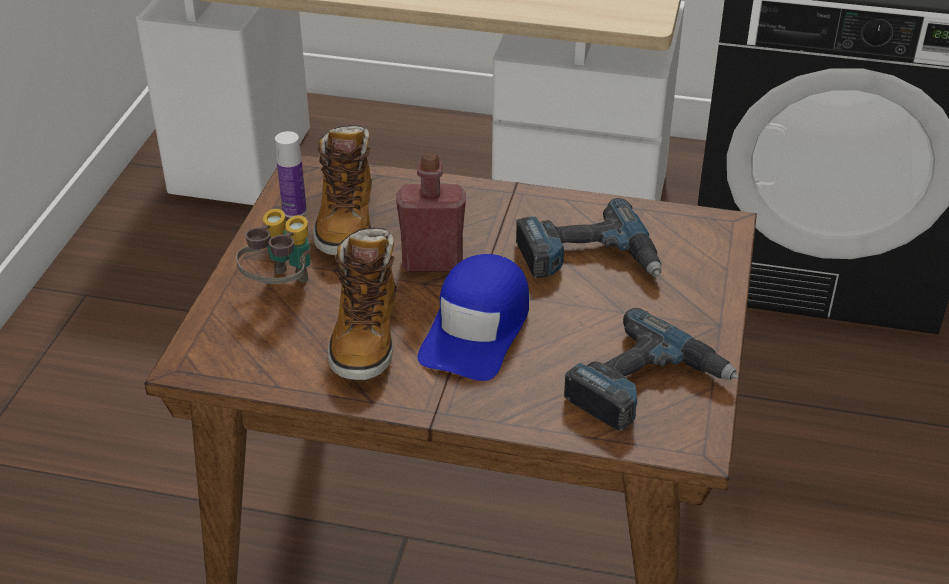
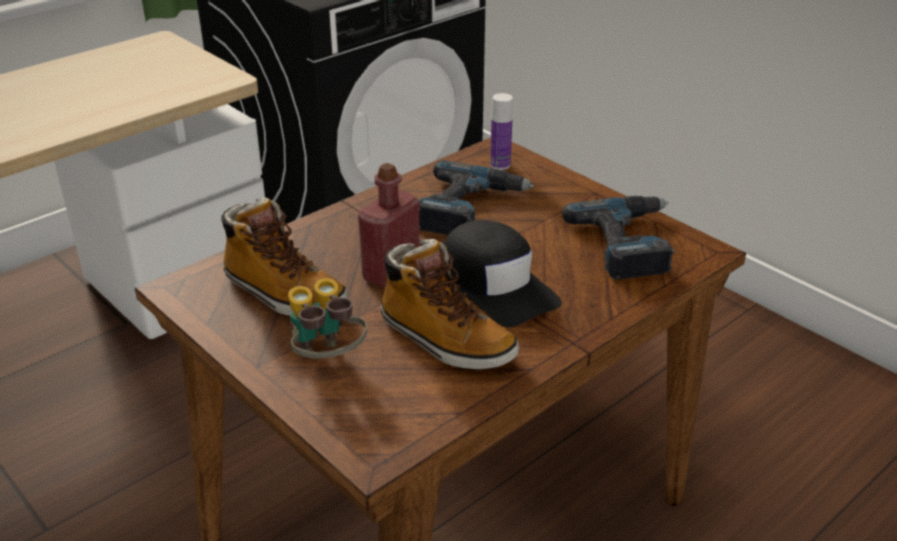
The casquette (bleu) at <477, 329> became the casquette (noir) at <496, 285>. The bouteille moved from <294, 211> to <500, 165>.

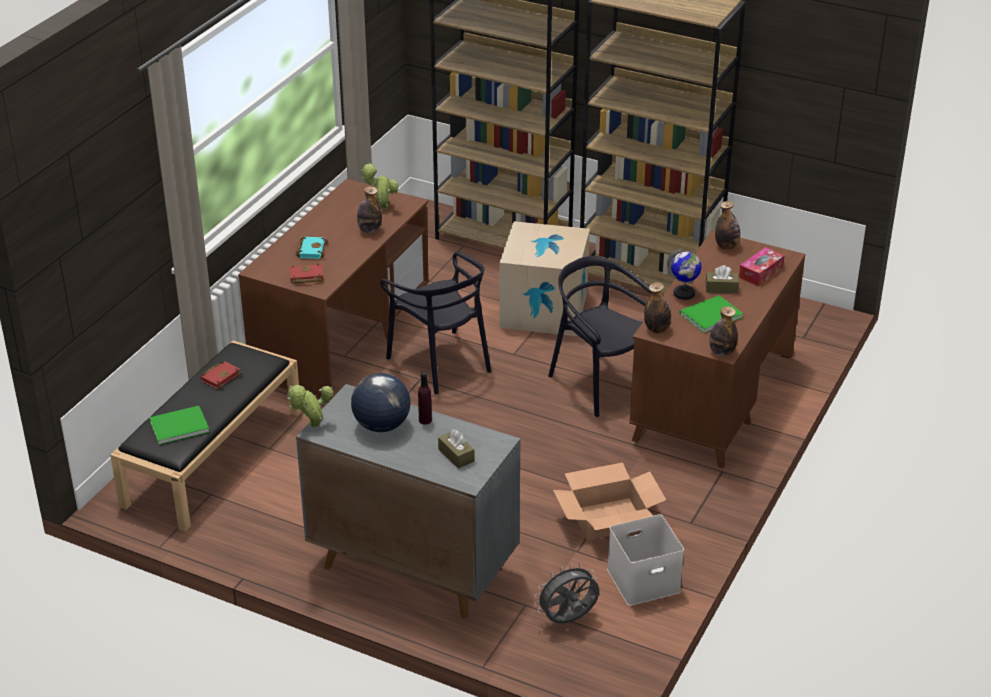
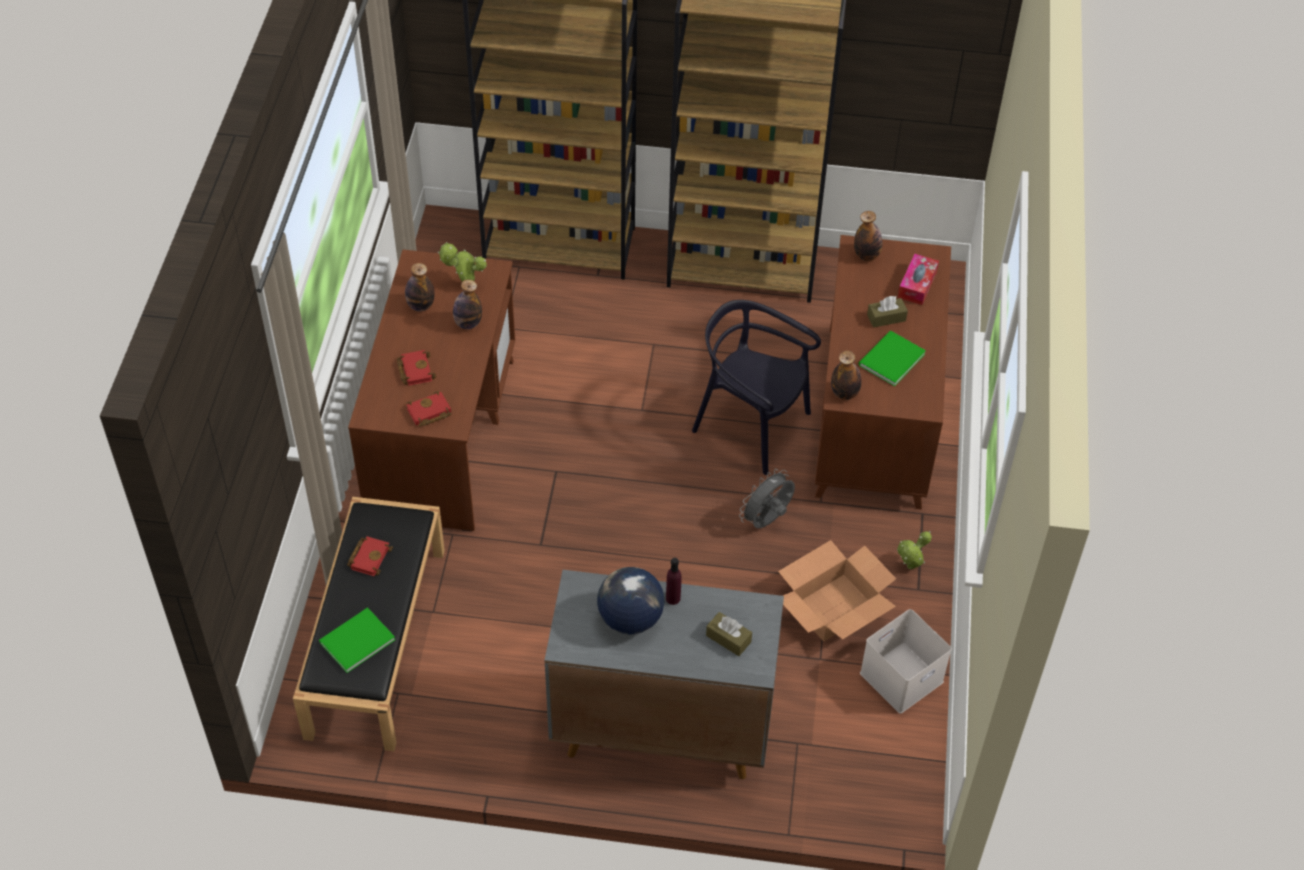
The livre (turquoise) at <310, 250> became the livre (rouge) at <414, 370>. The bouteille moved from <722, 352> to <420, 305>. The ventilateur (gris) moved from <568, 620> to <767, 521>. The plante en pot moved from <312, 427> to <909, 568>. The chaise (noir) at <440, 362> disappeared. The carton at <544, 310> disappeared. The globe at <684, 293> disappeared.

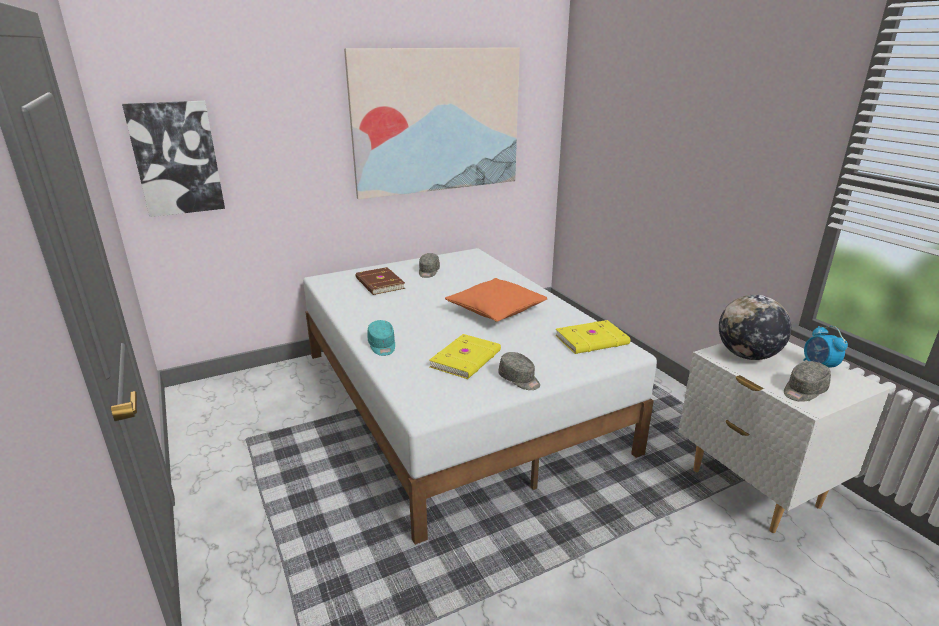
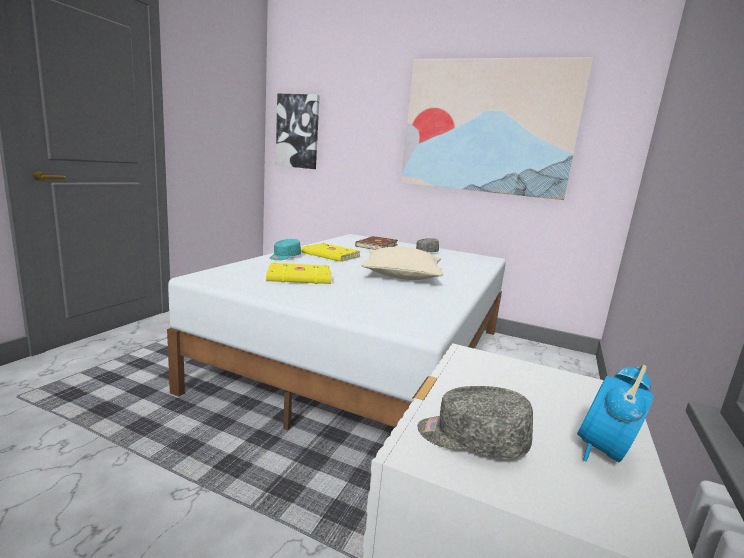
The livre (jaune) moved from <592, 340> to <330, 255>. The coussin (orange) at <496, 310> became the coussin (beige) at <402, 275>. The casquette (gris) at <519, 379> disappeared. The globe at <747, 355> disappeared.

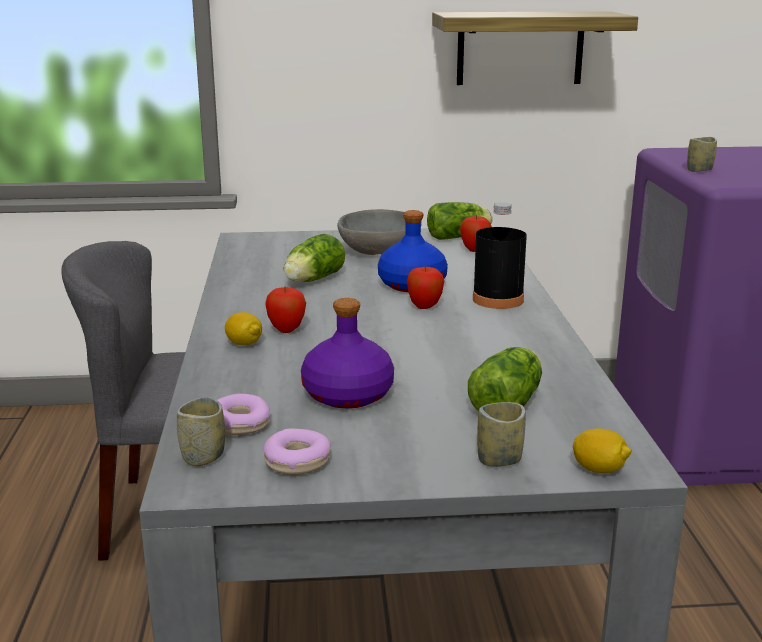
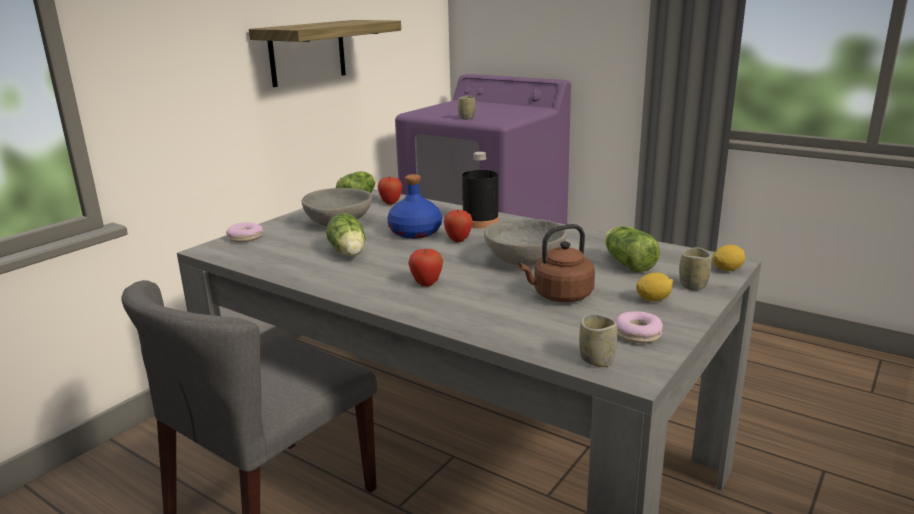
The beignet moved from <239, 424> to <245, 238>. The bol (gris) at <524, 260> appeared. The bouteille (violet) at <346, 395> was replaced by the bouilloire (marron) at <559, 296>. The citron moved from <244, 343> to <653, 299>.

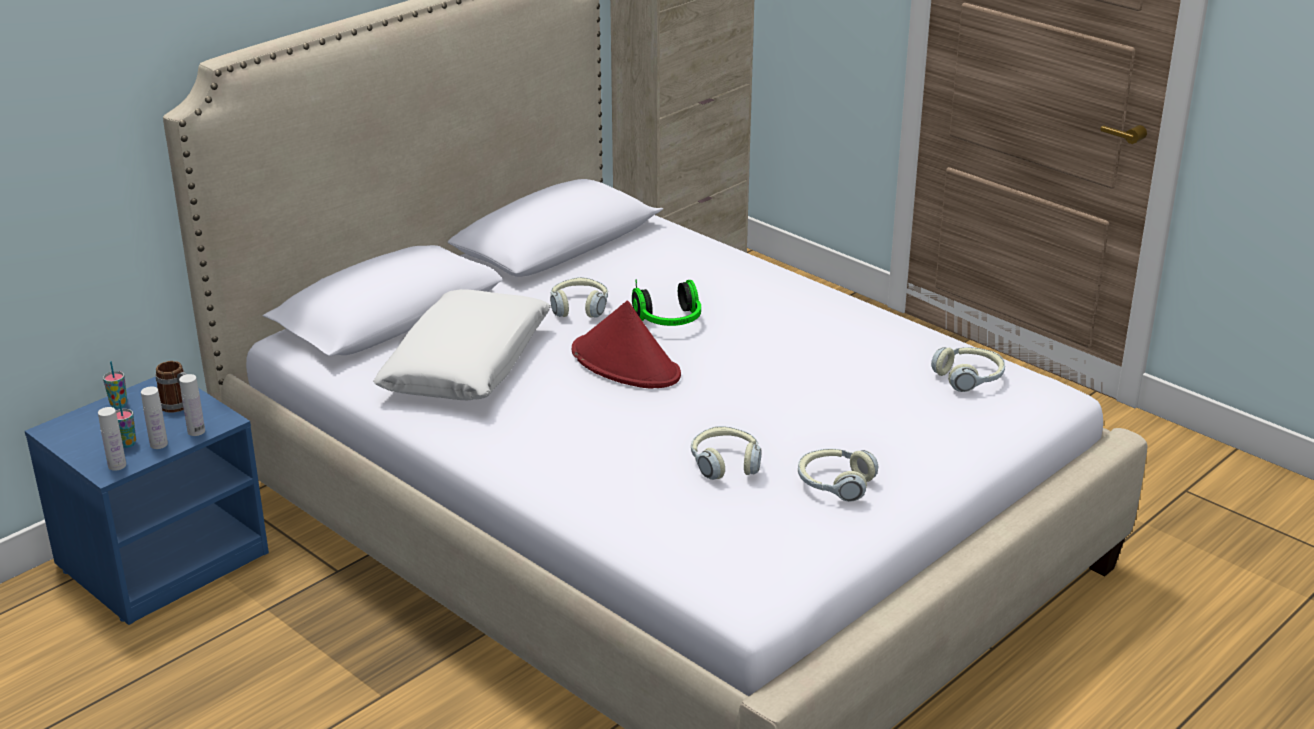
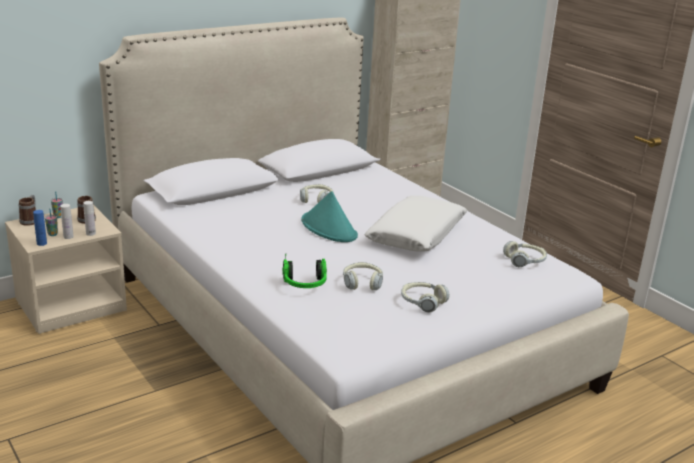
The table de chevet (bleu) at <163, 558> became the table de chevet (beige) at <71, 305>. The mug at <30, 220> appeared. The bouteille (blanc) at <117, 465> became the bouteille (bleu) at <42, 243>. The casque audio moved from <670, 322> to <305, 285>. The chapeau (rouge) at <626, 364> became the chapeau (turquoise) at <329, 228>. The coussin (blanc) moved from <467, 364> to <417, 235>.

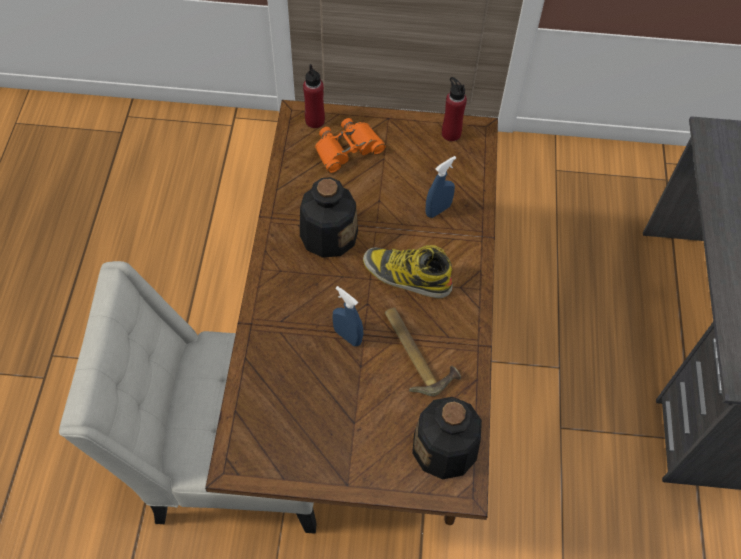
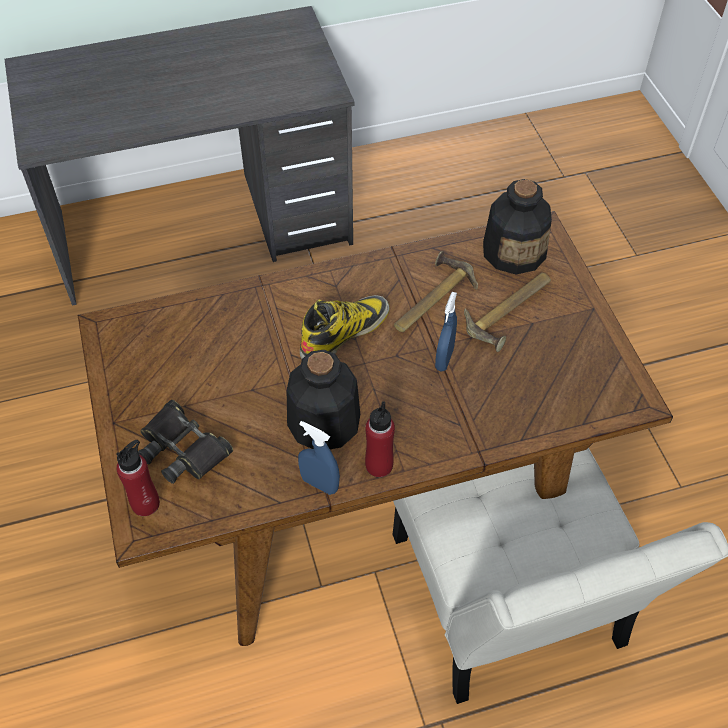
The jumelles (orange) at <347, 149> became the jumelles (noir) at <183, 448>. The vaporisateur (bleu) moved from <438, 210> to <319, 484>. The botte at <406, 276> turned 135 degrees counterclockwise. The bouteille (rouge) moved from <451, 133> to <379, 465>. The marteau at <512, 312> appeared.

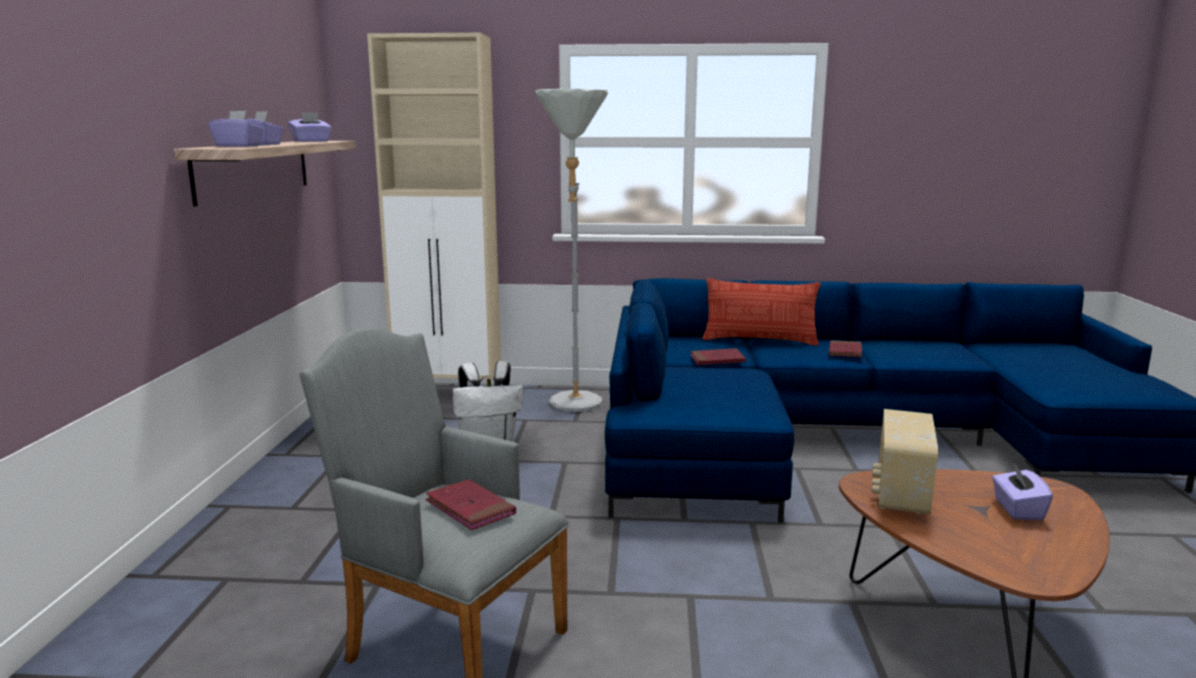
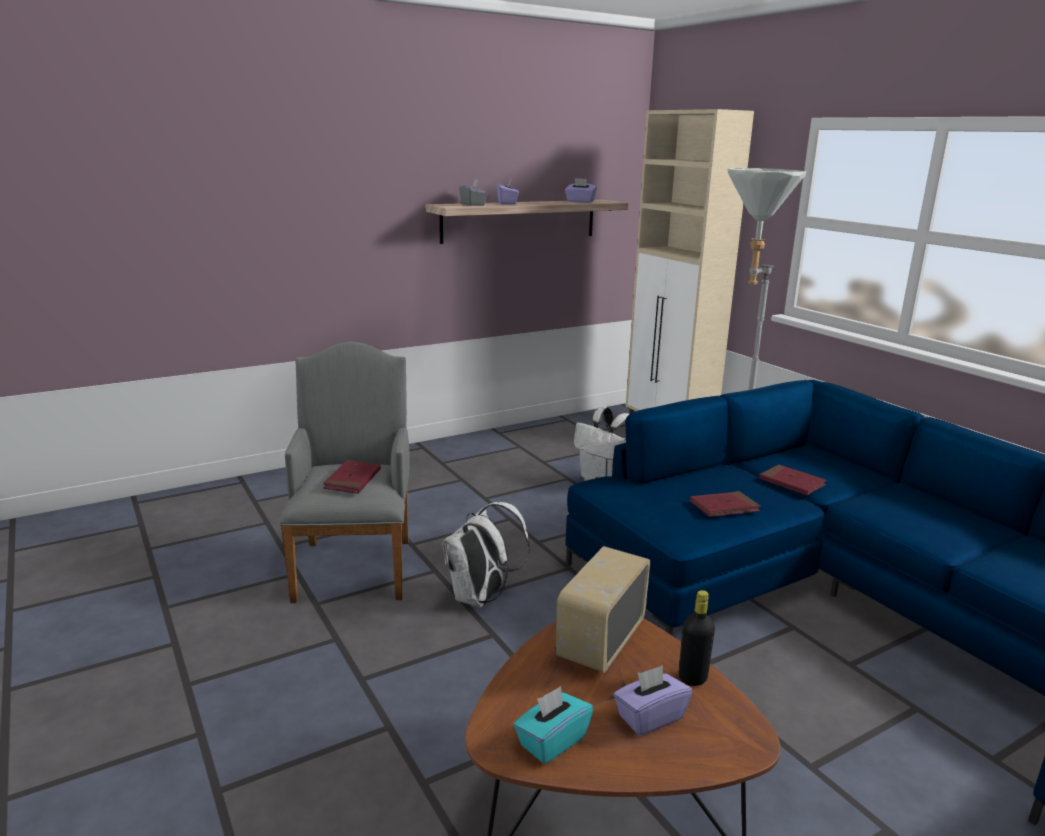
The sac à dos (blanc) at <480, 598> appeared. The boîte à mouchoirs (violet) at <238, 146> became the boîte à mouchoirs (gris) at <473, 205>. The boîte à mouchoirs (turquoise) at <552, 741> appeared. The radio at <900, 495> turned 45 degrees counterclockwise. The bouteille (noir) at <692, 678> appeared. The livre (rouge) moved from <845, 352> to <724, 507>. The coussin at <759, 340> disappeared.

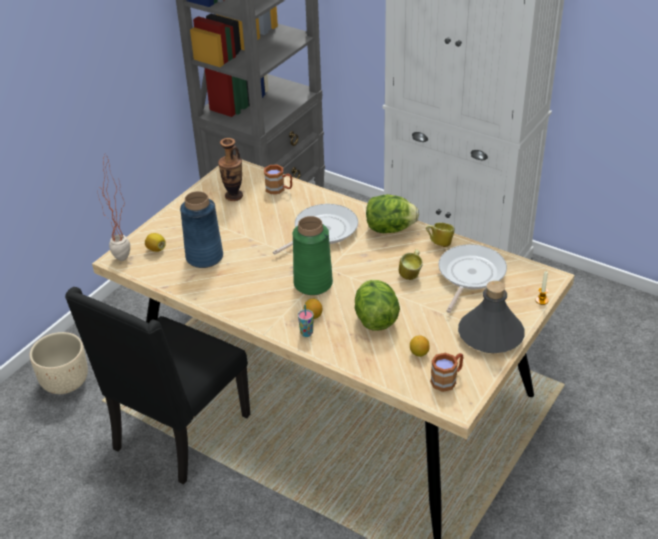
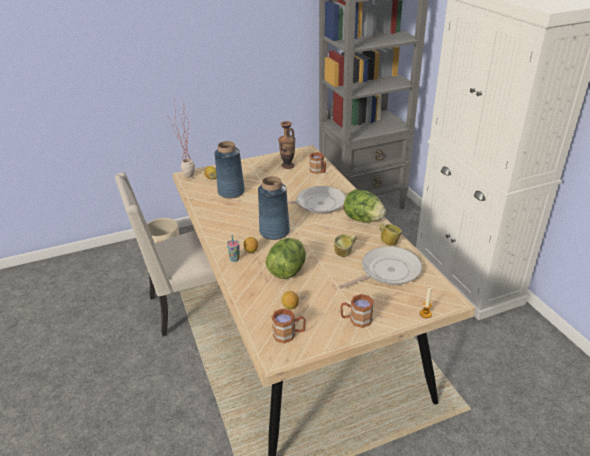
The chaise (noir) at <179, 434> became the chaise (beige) at <189, 306>. The vase (vert) at <313, 283> became the vase (bleu) at <274, 231>. The bouteille (gris) at <490, 335> was replaced by the mug (marron) at <356, 320>.

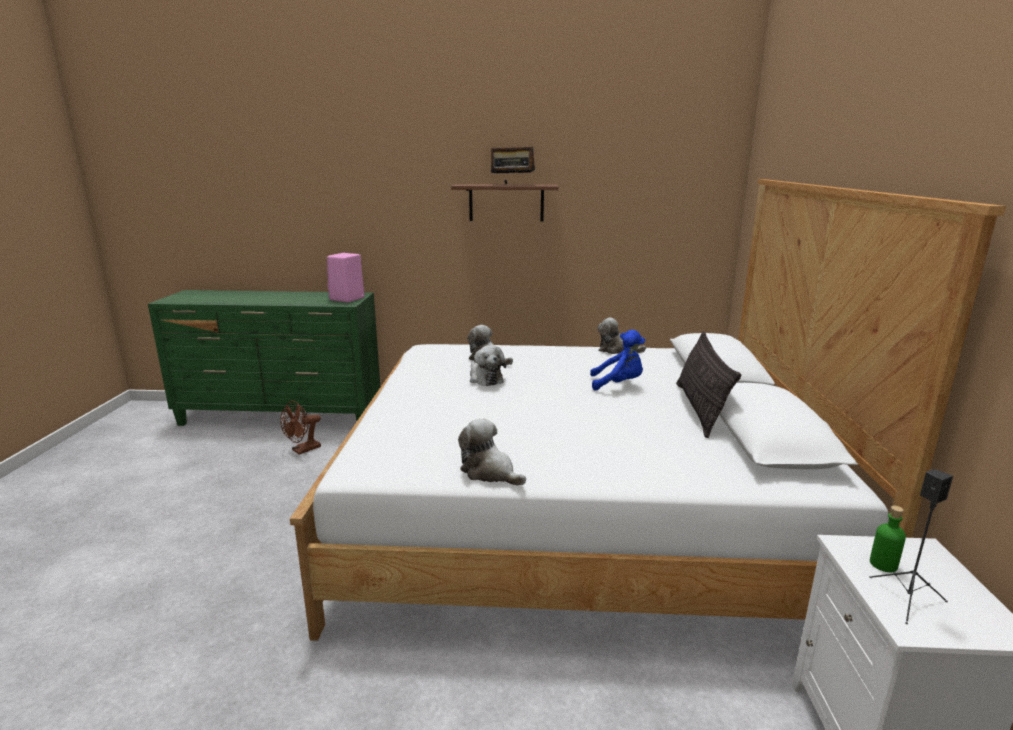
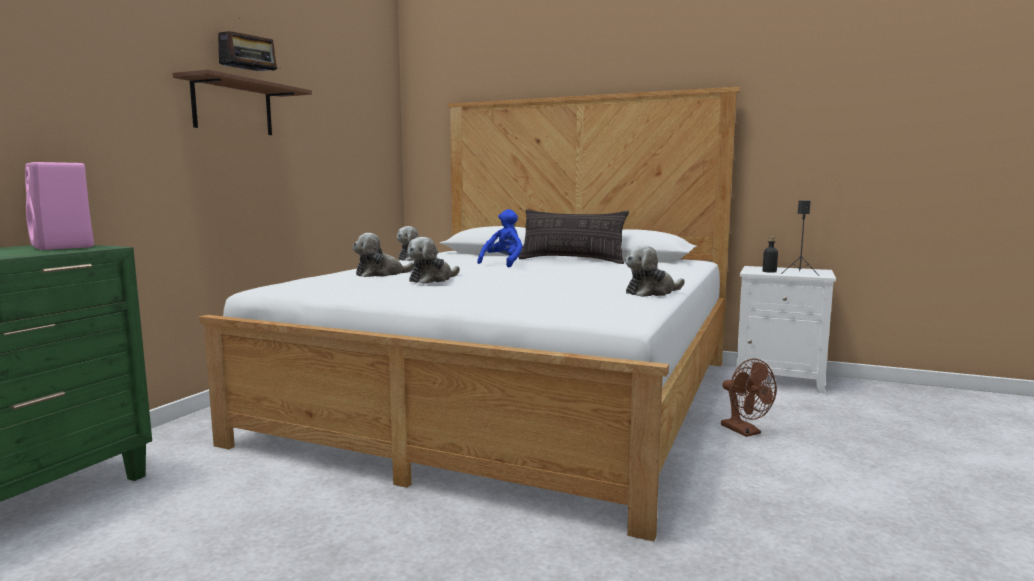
The peluche at <485, 378> turned 135 degrees clockwise. The ventilateur (marron) moved from <303, 450> to <745, 432>. The bouteille (vert) at <883, 564> became the bouteille (noir) at <769, 271>.

